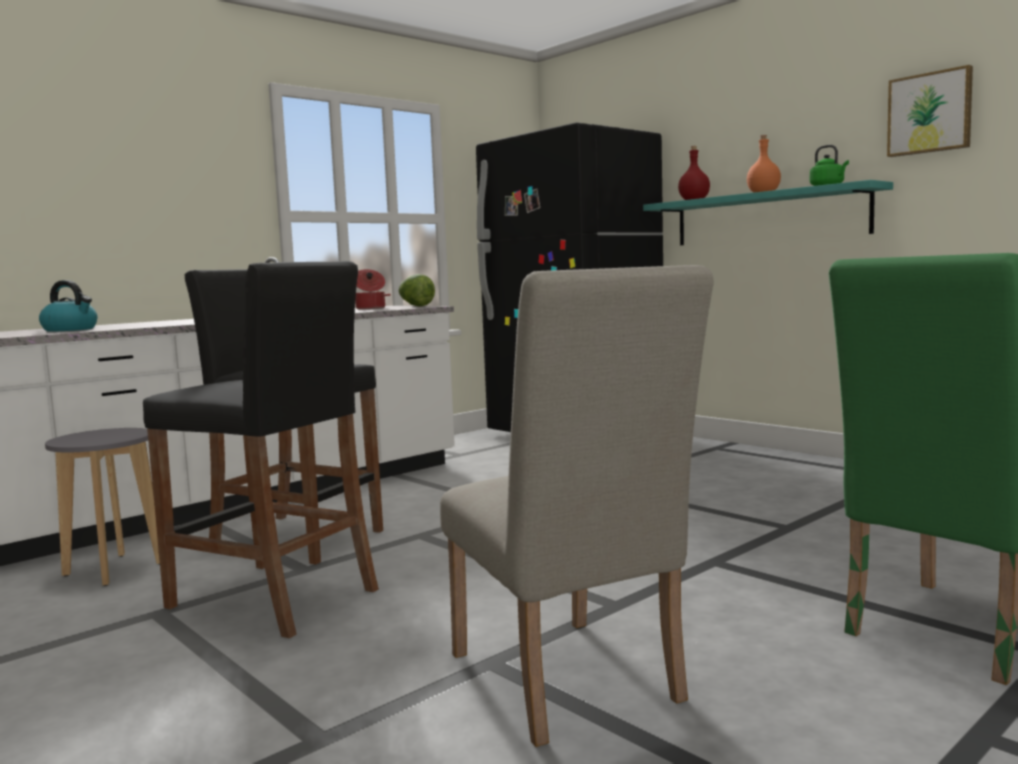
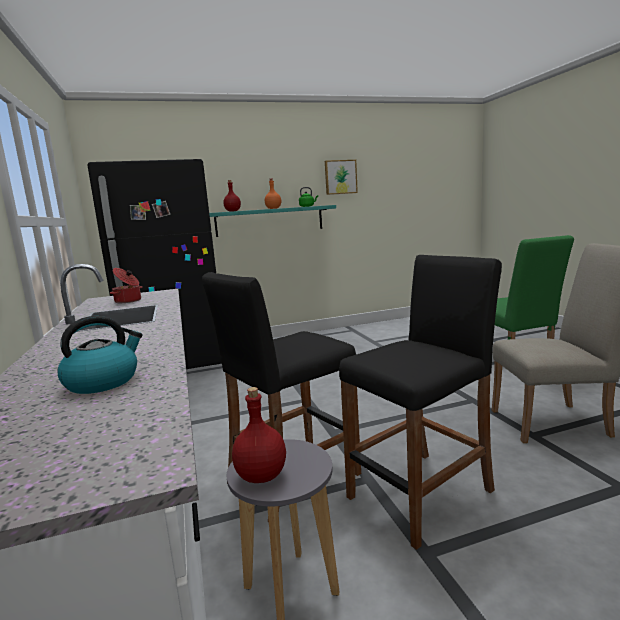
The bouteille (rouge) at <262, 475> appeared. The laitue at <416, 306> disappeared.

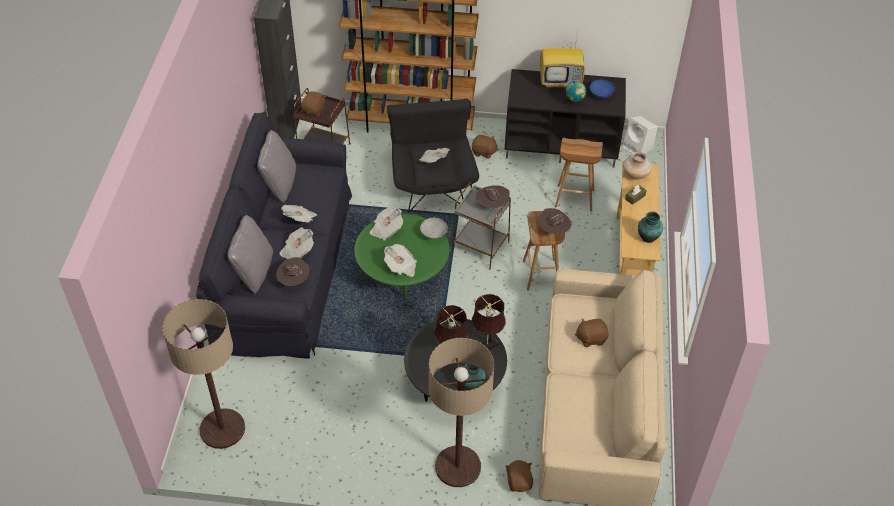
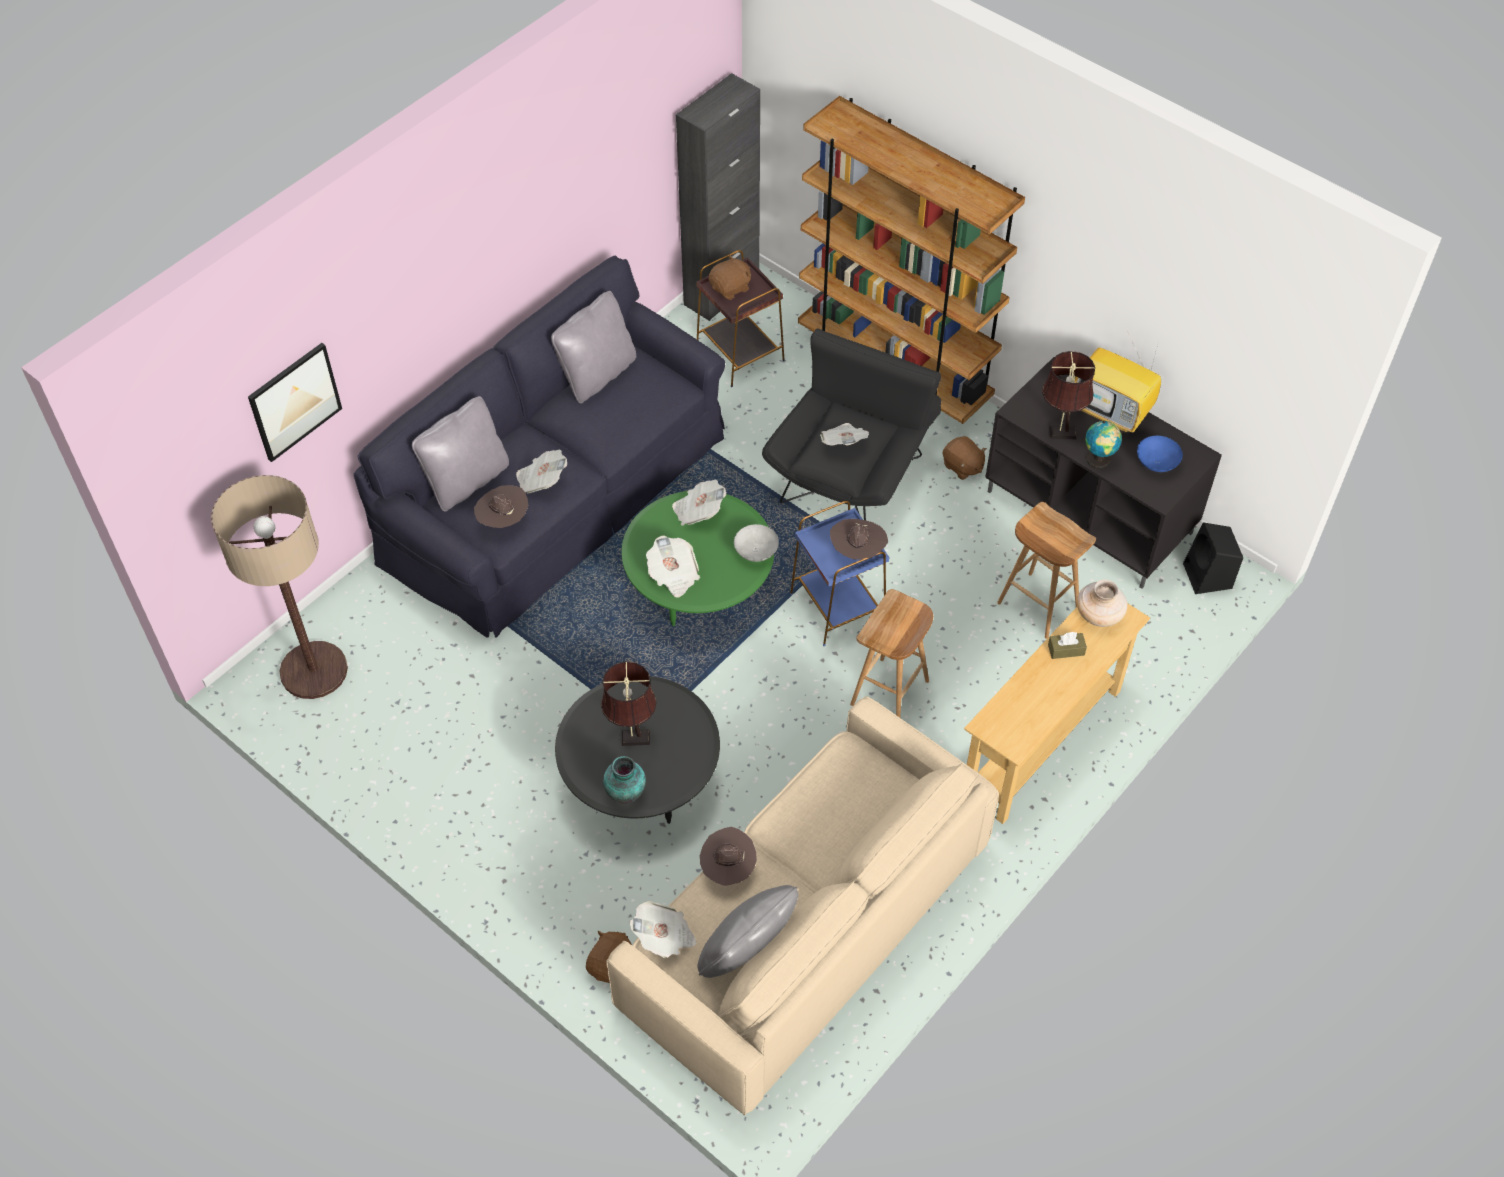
The tableau at <294, 401> appeared. The journal moved from <300, 219> to <664, 937>. The coussin (gris) at <747, 953> appeared. The chapeau (marron) moved from <553, 230> to <728, 868>. The table d'appoint (gris) at <481, 248> became the table d'appoint (bleu) at <837, 607>. The lampe de table (marron) moved from <487, 345> to <1059, 433>. The enceinte (blanc) at <638, 147> became the enceinte (noir) at <1208, 577>. The lampadaire at <458, 466> disappeared. The peluche (marron) at <591, 338> disappeared. The vase at <648, 238> disappeared.

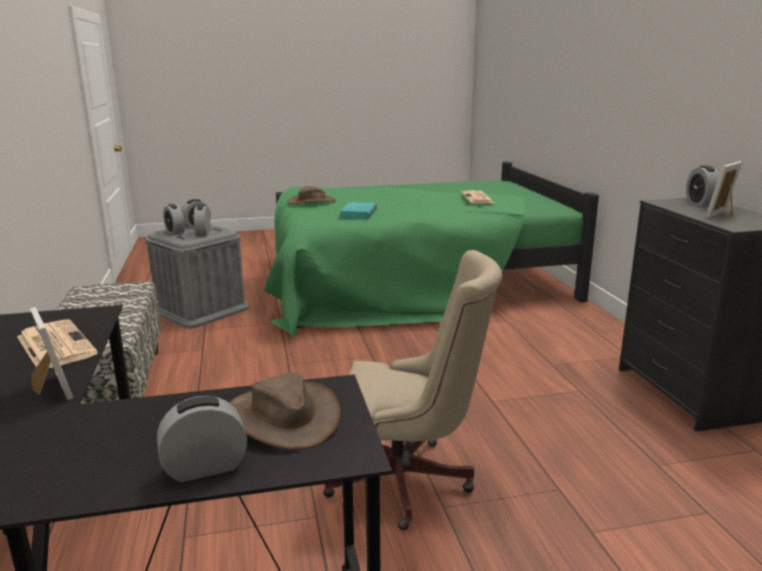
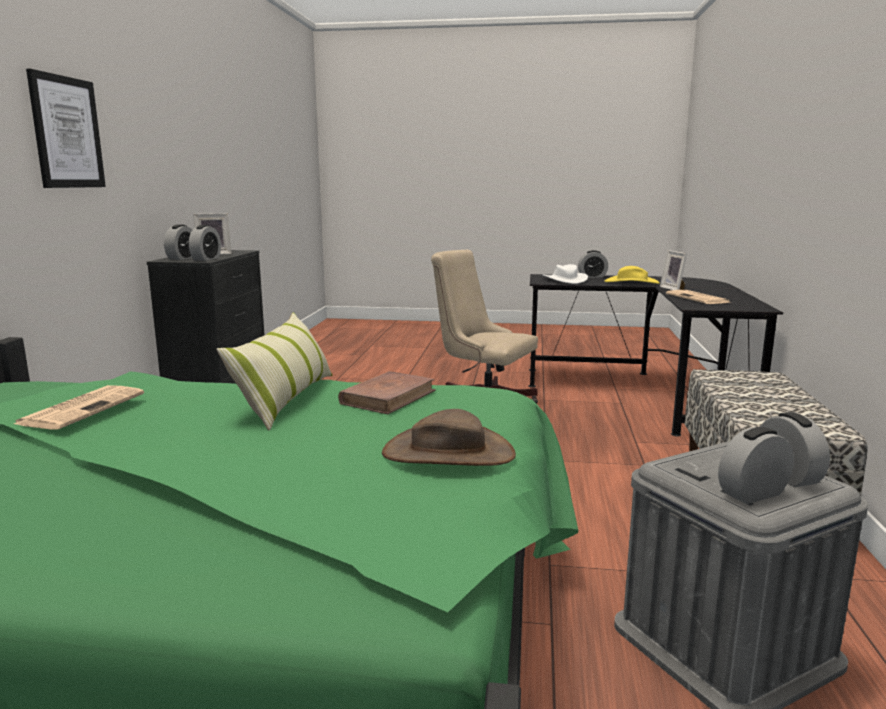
The tableau at <67, 132> appeared. The réveil moved from <203, 233> to <206, 259>. The coussin at <286, 399> appeared. The livre (turquoise) at <358, 213> became the livre (marron) at <388, 397>. The chapeau (marron) at <283, 417> became the chapeau (blanc) at <564, 280>. The chapeau (jaune) at <631, 282> appeared.

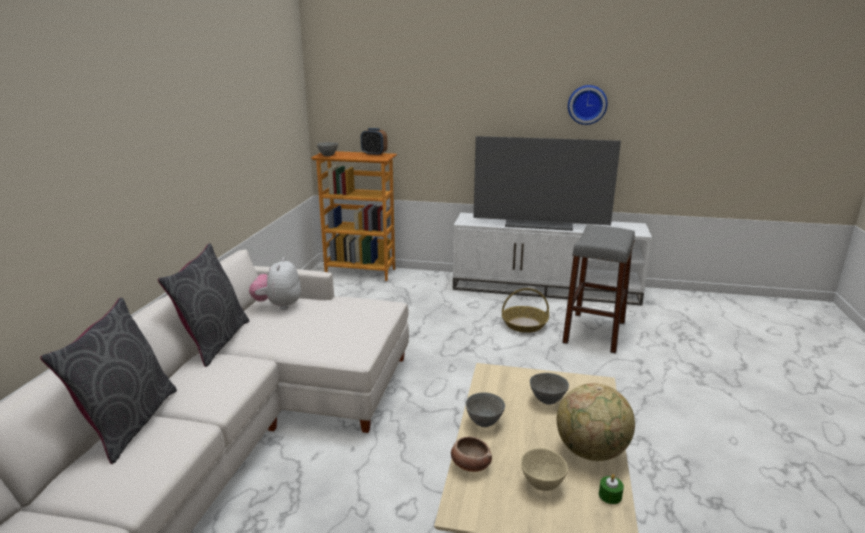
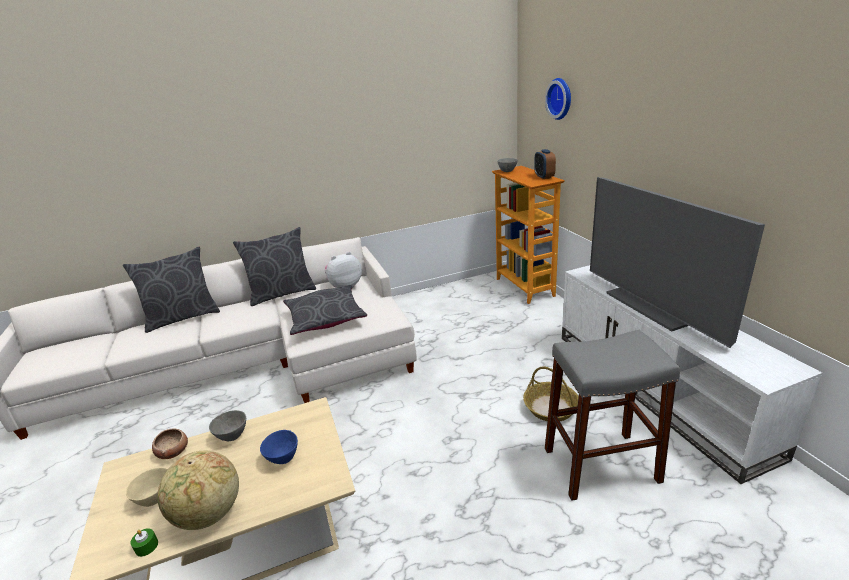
The bol (gris) at <547, 401> became the bol (bleu) at <283, 458>. The coussin (gris) at <325, 317> appeared. The horloge murale moved from <587, 104> to <561, 98>.

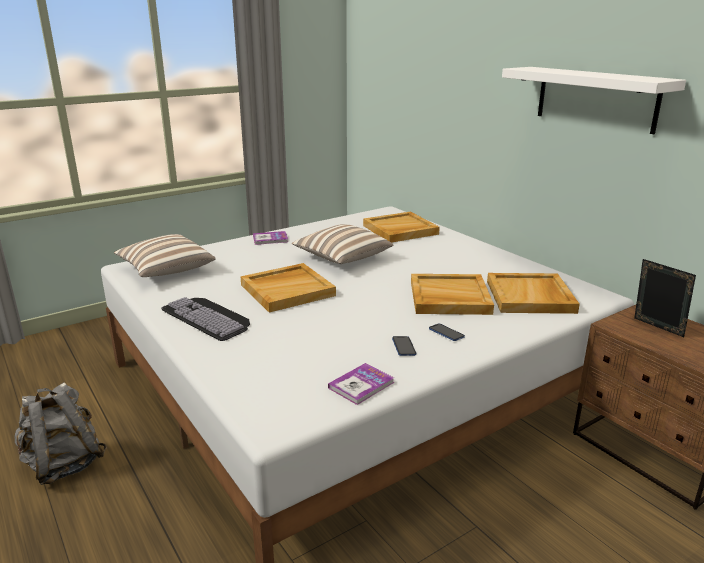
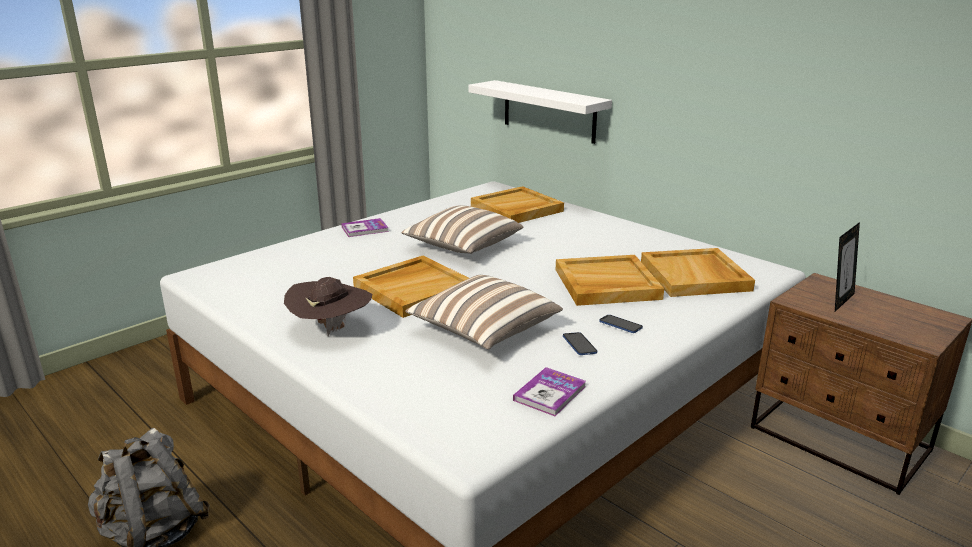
The clavier at <209, 317> was replaced by the chapeau (marron) at <331, 329>. The coussin moved from <166, 270> to <483, 331>. The étagère (blanc) moved from <596, 98> to <549, 111>. The cadre photo at <656, 328> turned 90 degrees clockwise.

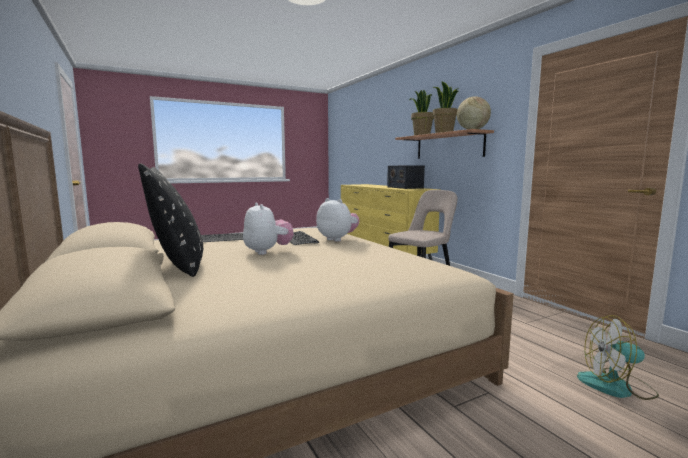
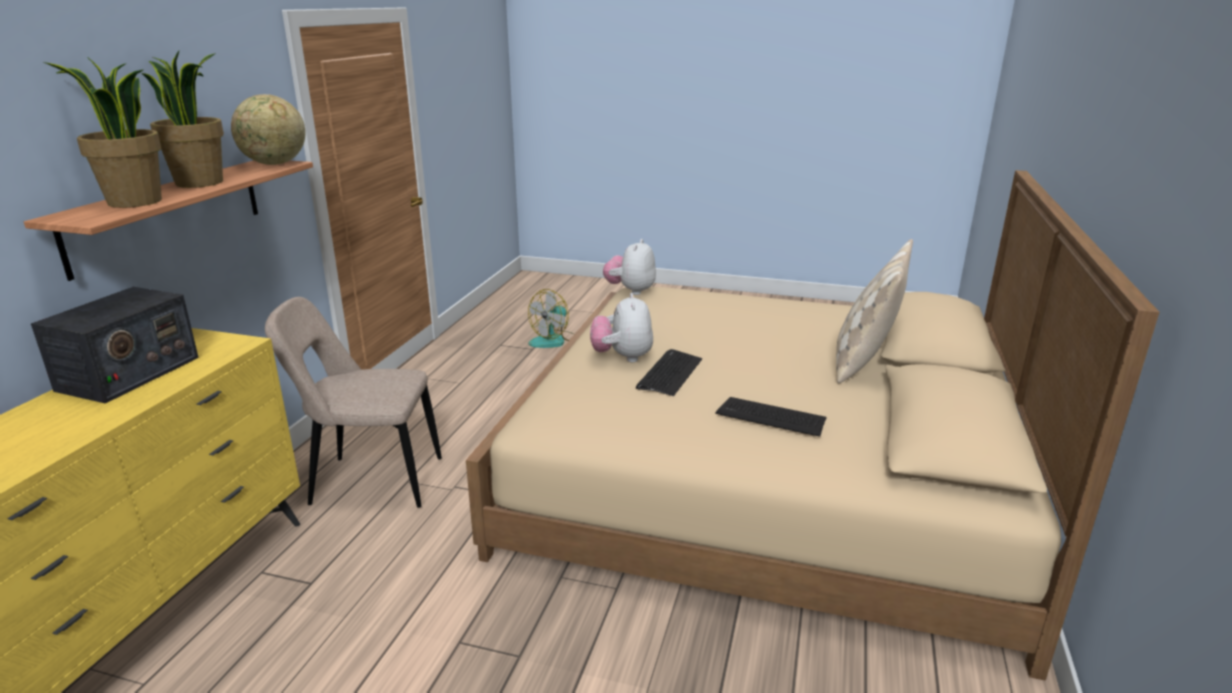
The ventilateur at <616, 386> turned 75 degrees clockwise. The peluche moved from <267, 252> to <631, 291>. The coussin (noir) at <178, 265> became the coussin (beige) at <864, 361>.

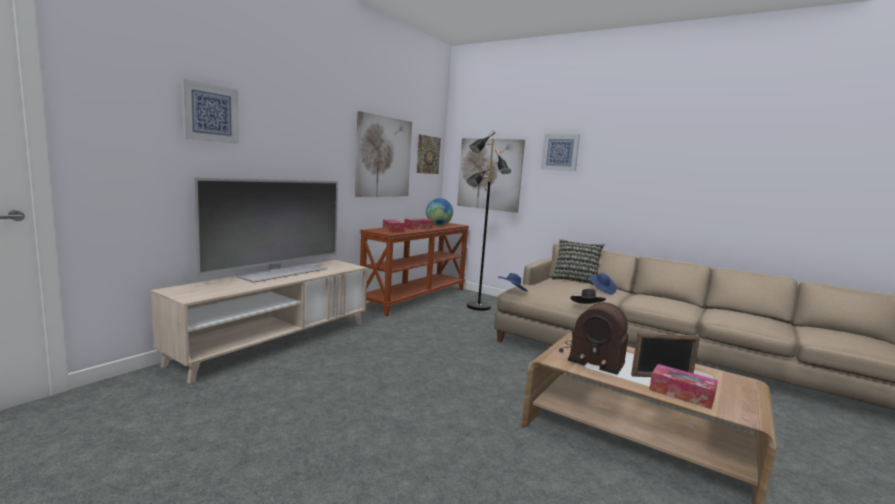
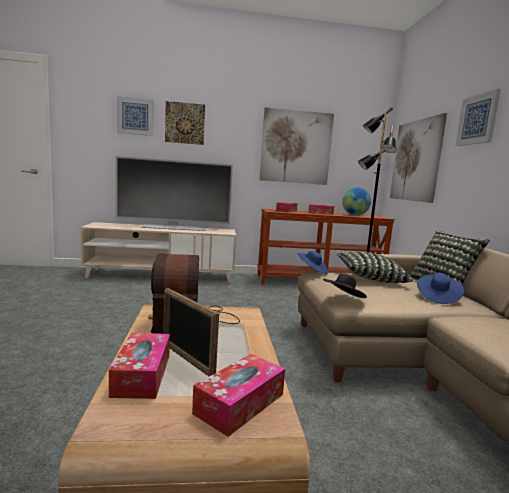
The tableau moved from <428, 155> to <185, 123>. The boîte à mouchoirs at <240, 403> appeared. The coussin at <370, 279> appeared.

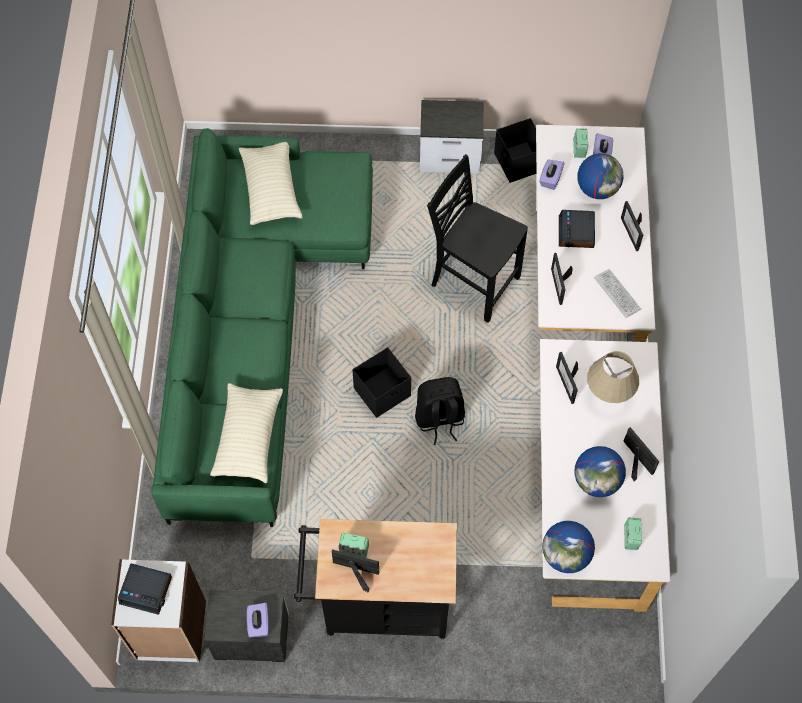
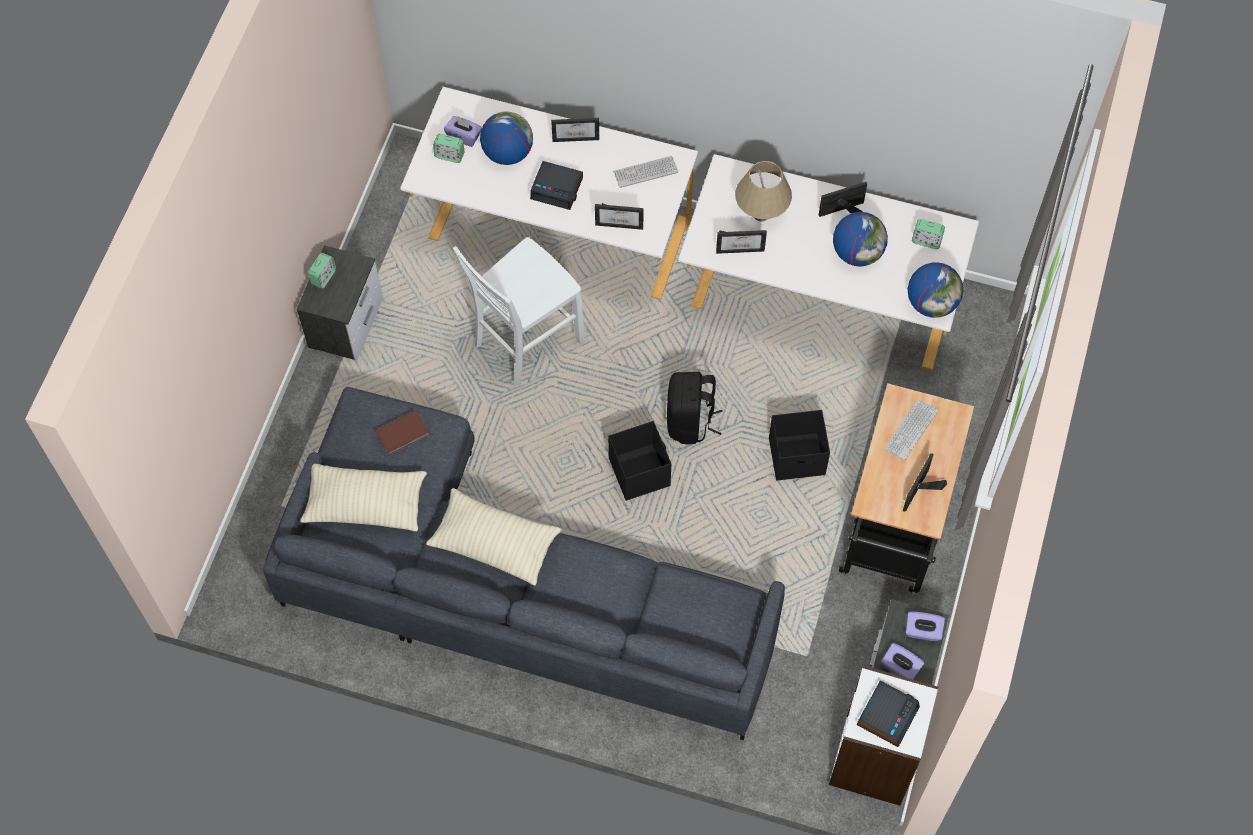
The canapé (vert) at <256, 323> became the canapé (gris) at <507, 589>. The réveil moved from <354, 549> to <323, 277>. The livre (marron) at <403, 433> appeared. The coussin (beige) moved from <248, 437> to <494, 543>. The chaise (noir) at <473, 281> became the chaise (blanc) at <525, 343>. The boîte de rangement (noir) moved from <518, 163> to <797, 457>. The boîte à mouchoirs (violet) moved from <550, 179> to <900, 667>. The clavier at <910, 430> appeared.

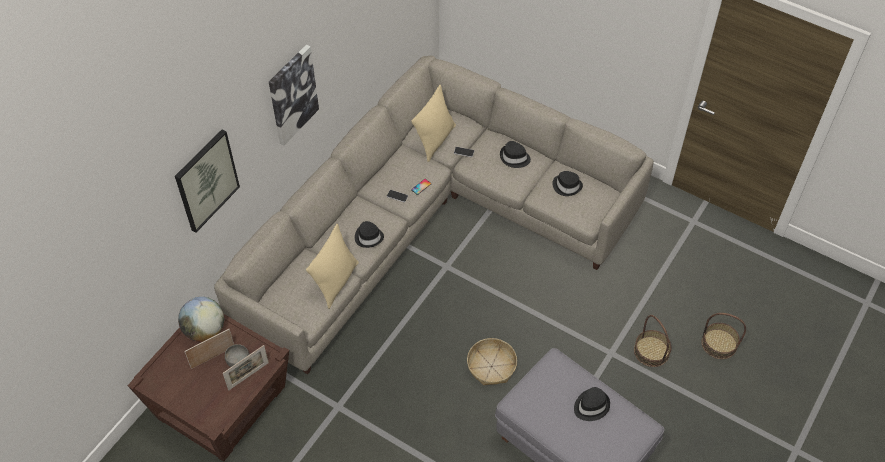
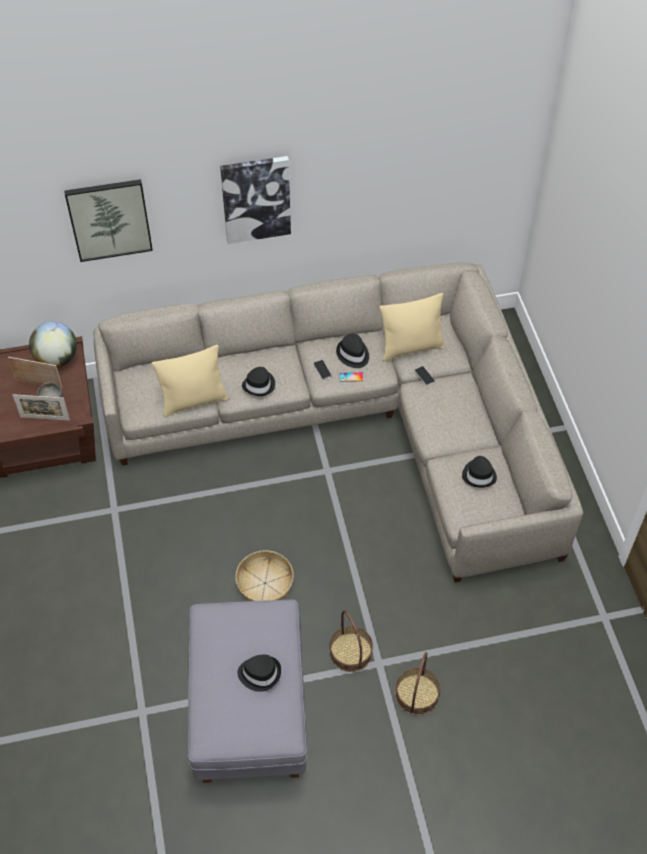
The panier moved from <719, 344> to <350, 652>. The chapeau (noir) moved from <514, 158> to <353, 354>.

